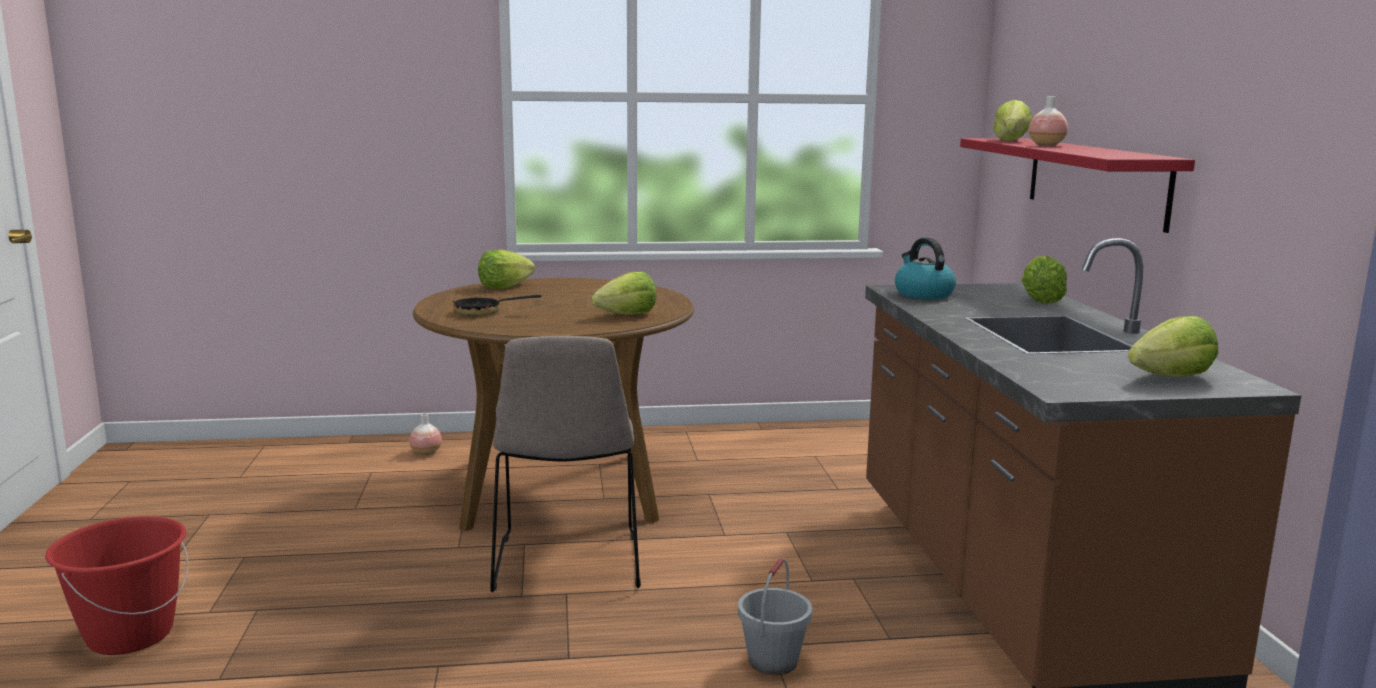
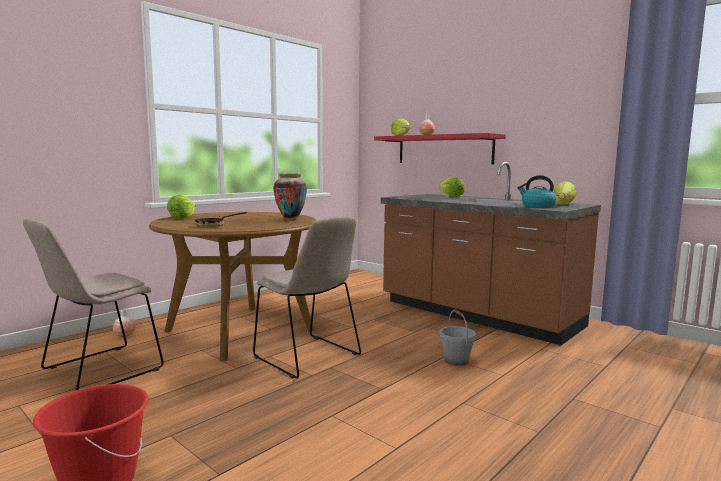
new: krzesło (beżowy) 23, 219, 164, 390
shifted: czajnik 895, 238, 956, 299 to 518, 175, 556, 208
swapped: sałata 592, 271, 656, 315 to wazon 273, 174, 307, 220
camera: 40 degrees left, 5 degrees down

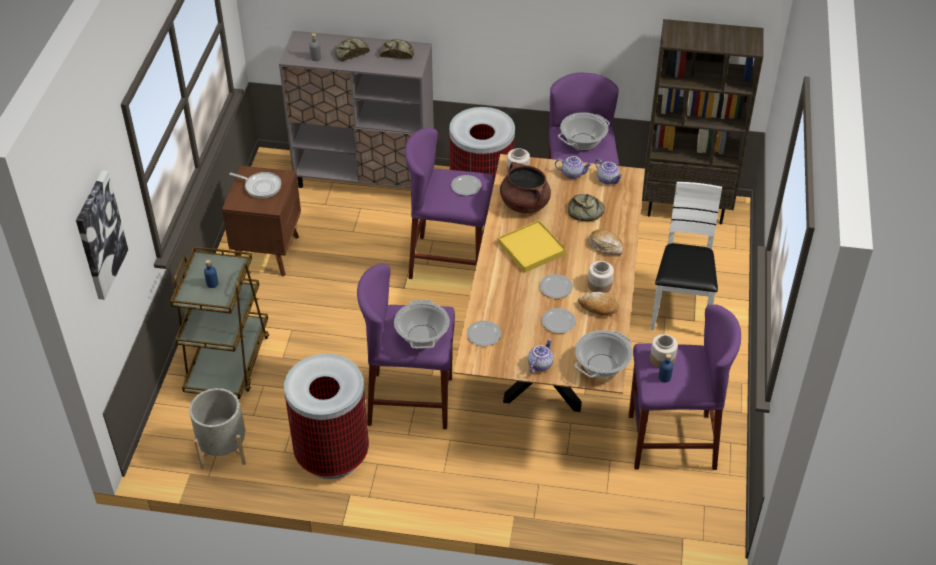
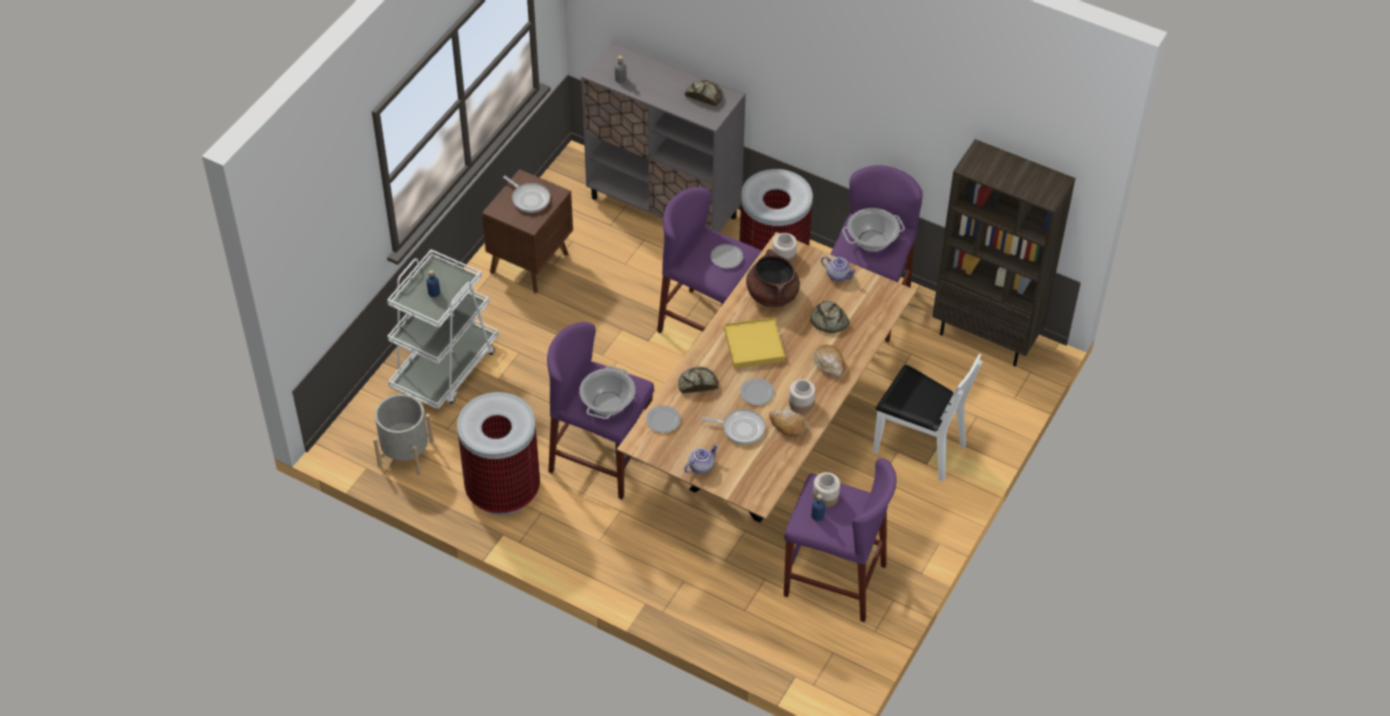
gone: obraz 76, 170, 128, 300; garnek 575, 330, 633, 378; imbryk 595, 159, 622, 185
shifted: chleb 335, 38, 370, 61 to 678, 366, 718, 393
swapped: talerz 542, 308, 576, 333 to patelnia 701, 409, 766, 445
repainted: wózek (brązowy) 170, 246, 269, 399 to wózek (biały) 387, 249, 499, 409
rotated: krzesło (biały) 651, 182, 722, 331 = 873, 353, 982, 482 90 degrees clockwise
camera: 20 degrees right, 5 degrees up

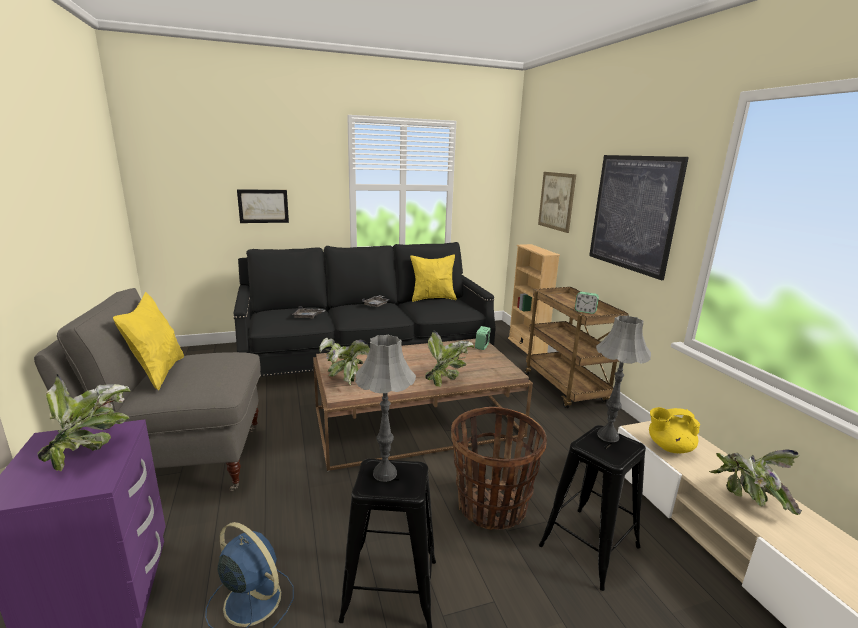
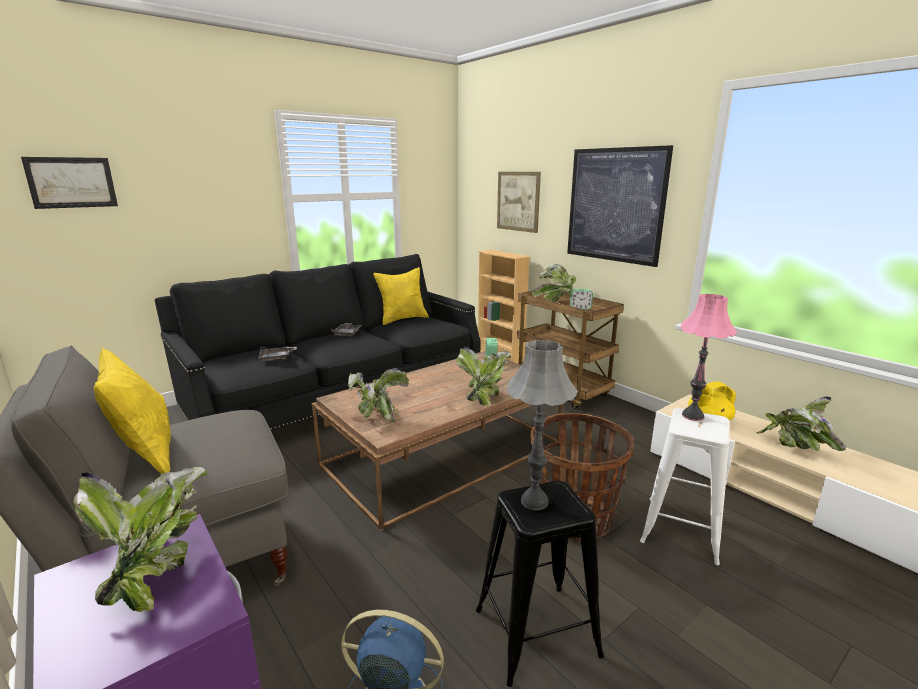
new: roślina doniczkowa 532, 264, 576, 302
shifted: obraz 237, 189, 289, 223 to 21, 157, 118, 209
repainted: stołek (czarny) 539, 425, 646, 591 to stołek (biały) 640, 408, 730, 565; lampa stołowa (szary) 596, 316, 651, 442 to lampa stołowa (różowy) 680, 294, 737, 421
camera: 20 degrees left, 0 degrees up

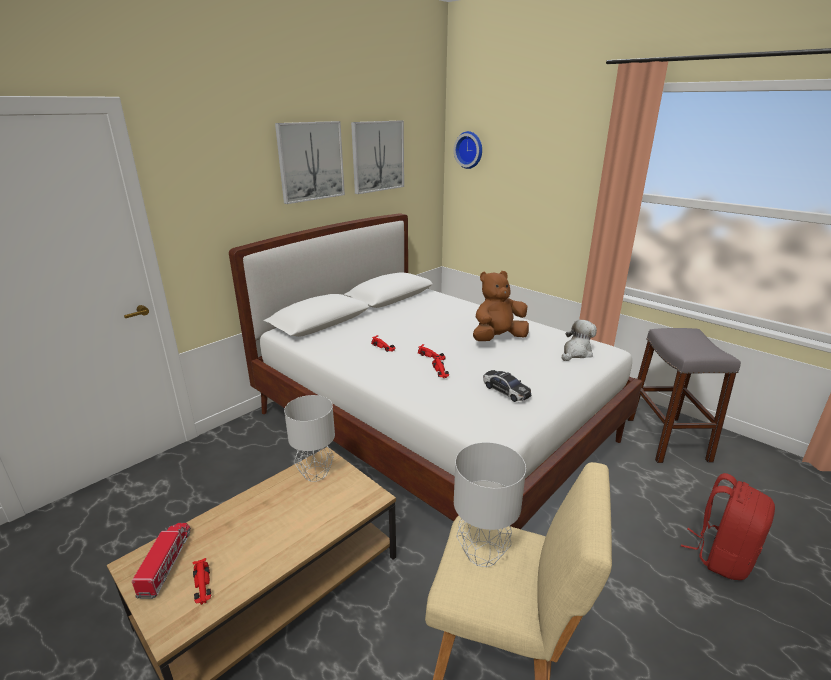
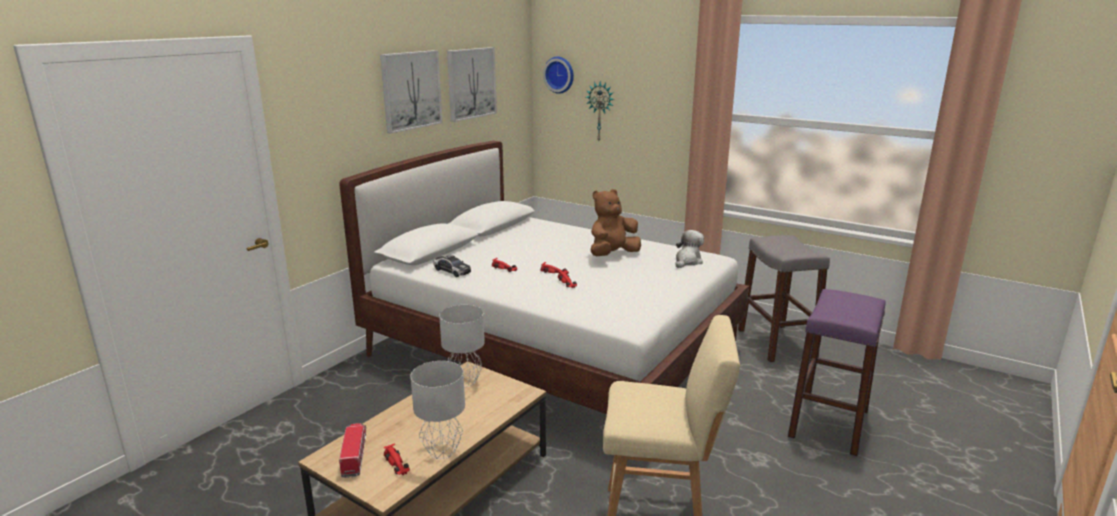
new: zegar ścienny 586, 81, 615, 141
shifted: lampa stołowa (szary) 454, 442, 526, 567 to 411, 361, 465, 459; samochodzik 483, 370, 531, 402 to 433, 255, 471, 277
swapped: plecak (czerwony) 681, 473, 775, 580 to stołek (fioletowy) 788, 289, 885, 456
camera: 10 degrees left, 5 degrees down

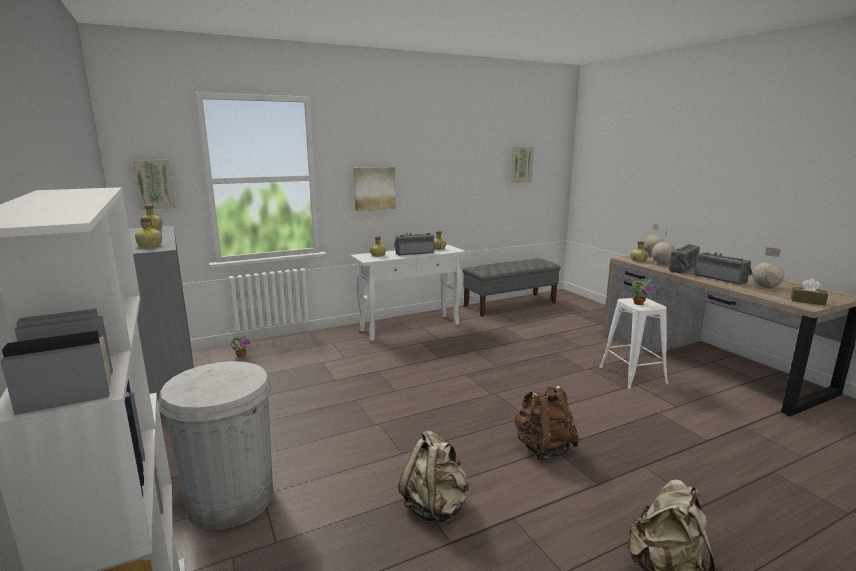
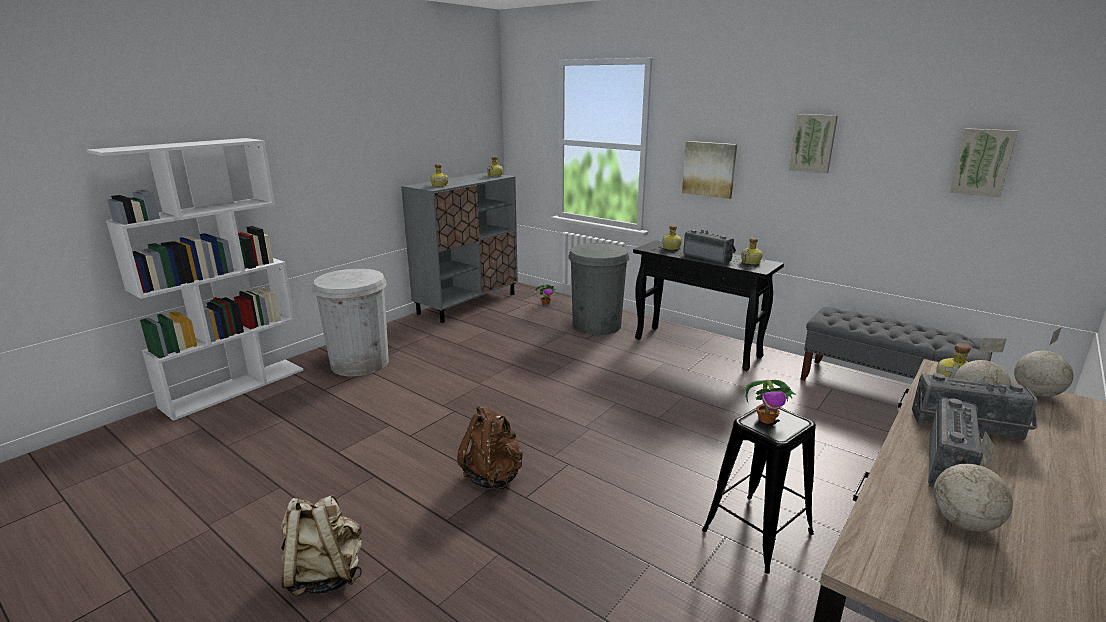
gone: plecak (beżowy) 398, 431, 469, 525; pudełko chusteczek (brązowy) 791, 279, 828, 305
new: kosz na śmieci (szary) 568, 243, 629, 335
shifted: obraz 132, 160, 176, 210 to 789, 114, 838, 174
repainted: stolik konsolowy (biały) 350, 245, 466, 341 to stolik konsolowy (czarny) 633, 240, 784, 371; stołek (biały) 600, 297, 668, 389 to stołek (czarny) 702, 403, 816, 574
camera: 65 degrees right, 5 degrees up

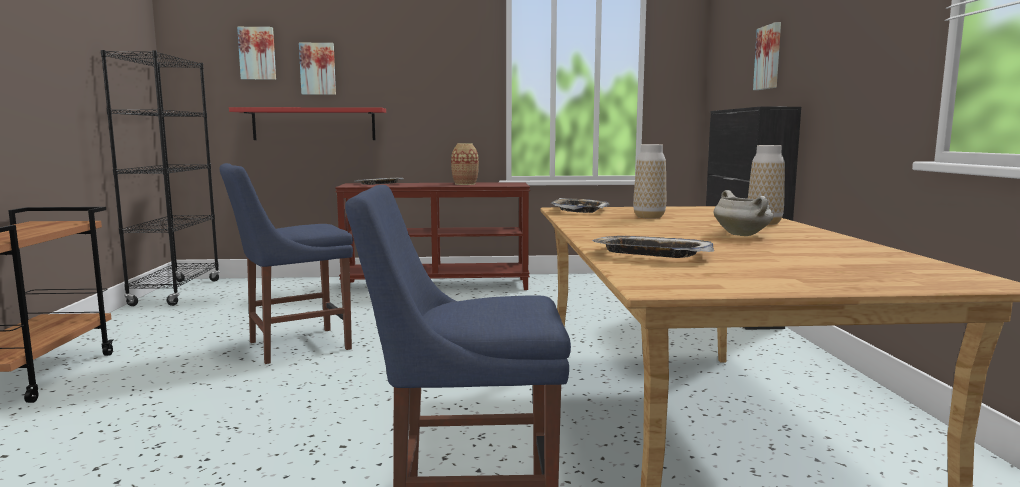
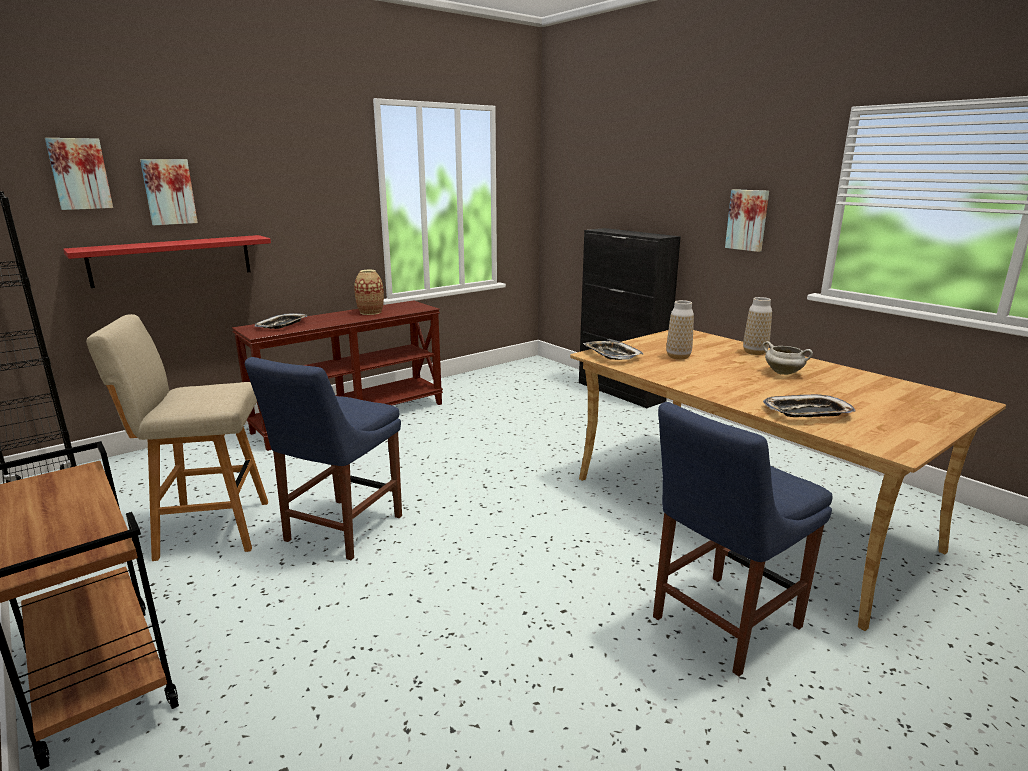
new: stołek (beżowy) 86, 314, 268, 561
shifted: obraz 753, 22, 781, 90 to 725, 189, 769, 252
camera: 35 degrees left, 10 degrees up

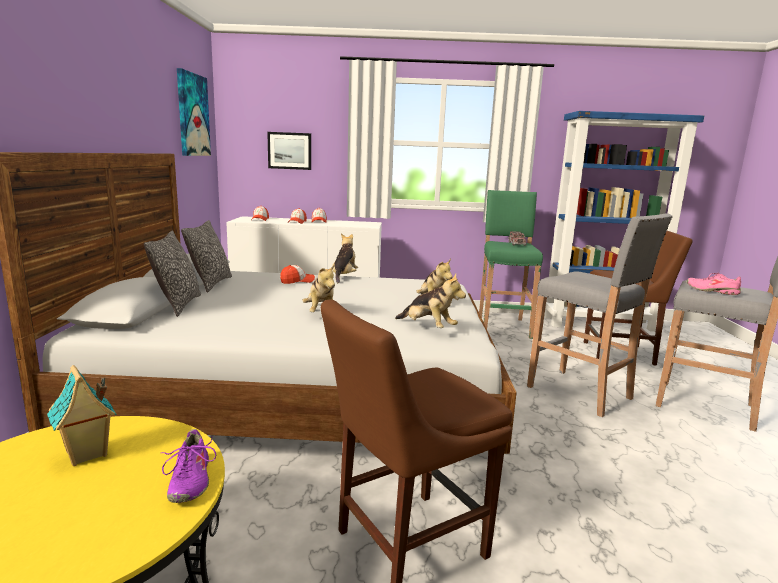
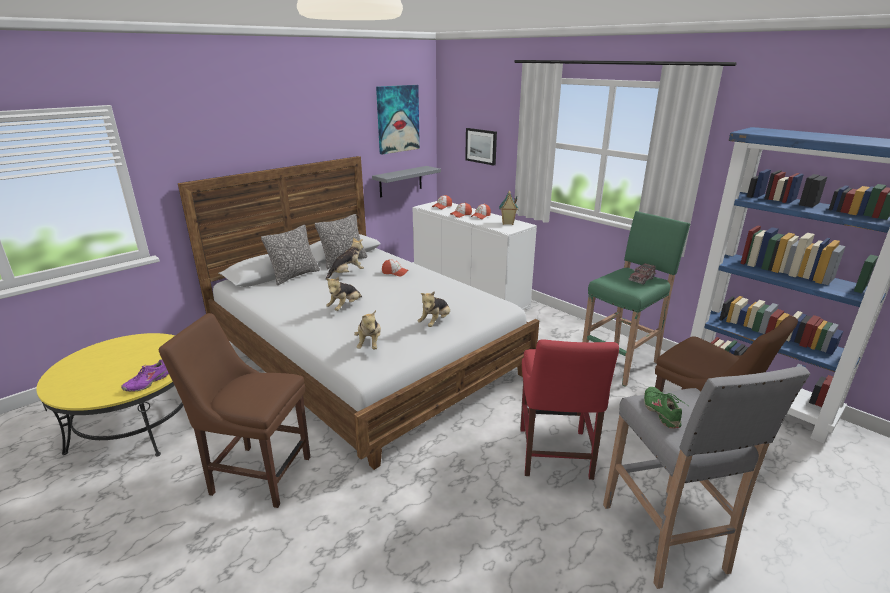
new: półka (szary) 372, 166, 441, 197
shifted: pluszak 332, 234, 358, 283 to 325, 237, 364, 280; domek 47, 365, 116, 466 to 499, 191, 518, 225
swapped: stołek (szary) 527, 213, 673, 417 to krzesło (czerwony) 520, 339, 619, 480
repainted: but (różowy) 687, 273, 741, 295 to but (zielony) 644, 387, 687, 428
camera: 45 degrees right, 10 degrees up

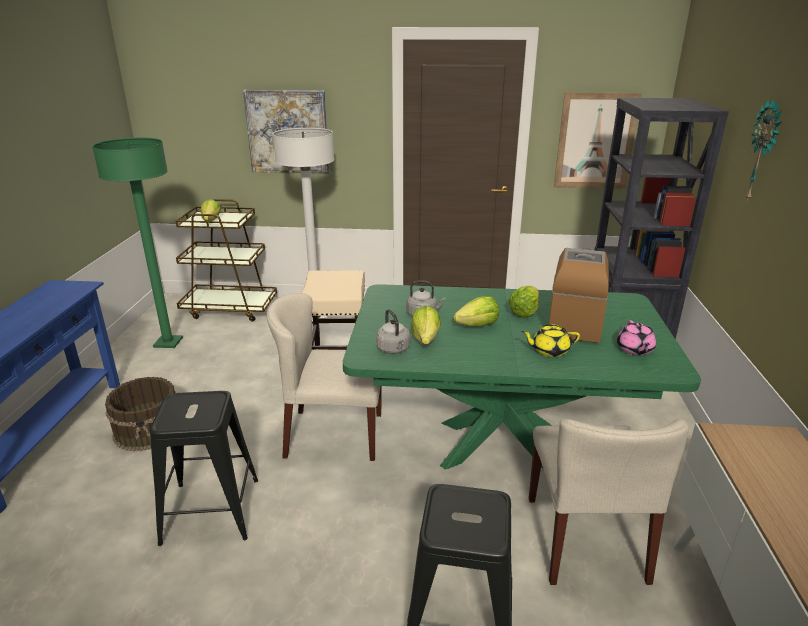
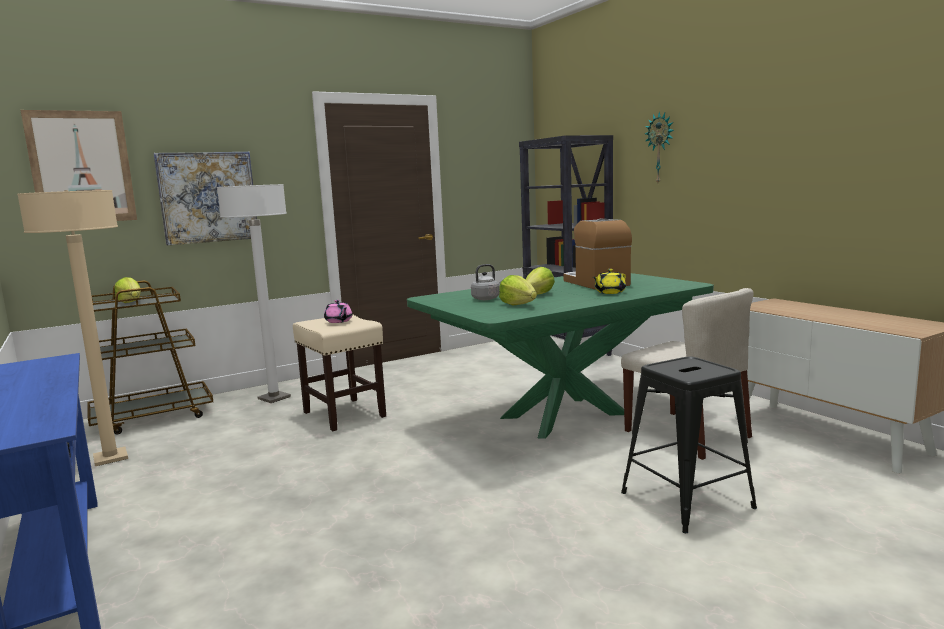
gone: wiadro (brązowy) 105, 377, 176, 451; stołek (czarny) 150, 391, 258, 546; krzesło (beżowy) 267, 293, 382, 461; czajnik (szary) 376, 309, 410, 354; sałata 508, 286, 539, 318
shifted: obraz 554, 92, 642, 189 to 21, 110, 137, 221; imbryk (różowy) 617, 320, 656, 355 to 324, 300, 352, 323
repainted: lampa stojąca (zielony) 92, 138, 183, 348 to lampa stojąca (beżowy) 17, 190, 128, 466
camera: 35 degrees left, 15 degrees down

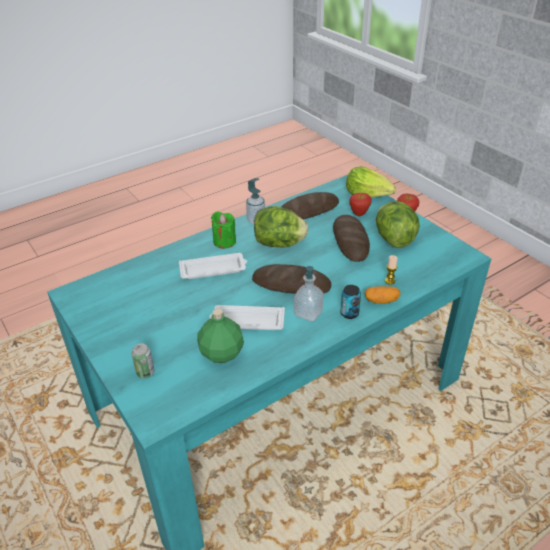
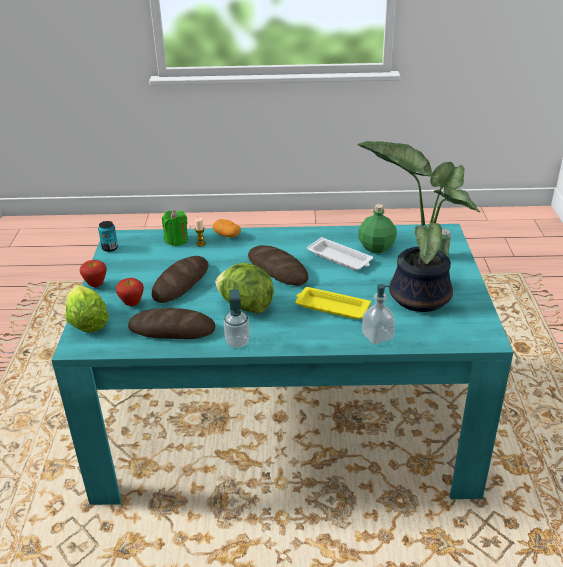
gone: sałata 376, 201, 420, 248
new: roślina doniczkowa 357, 141, 480, 312
shifted: puszka 340, 285, 361, 319 to 98, 221, 118, 252; świeca (zielony) 211, 212, 236, 249 to 162, 210, 188, 246; dozownik mydła 294, 266, 324, 322 to 362, 284, 395, 344
repainted: taca (biały) 179, 253, 247, 279 to taca (żółty) 295, 287, 371, 319
camera: 145 degrees left, 5 degrees down

